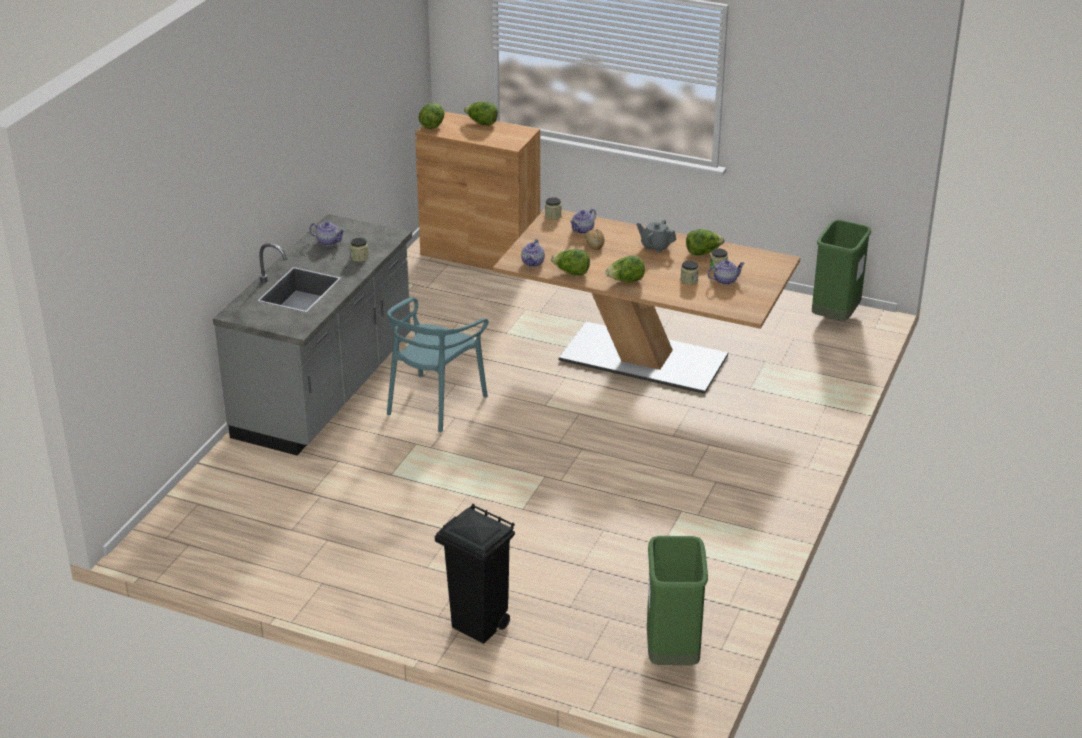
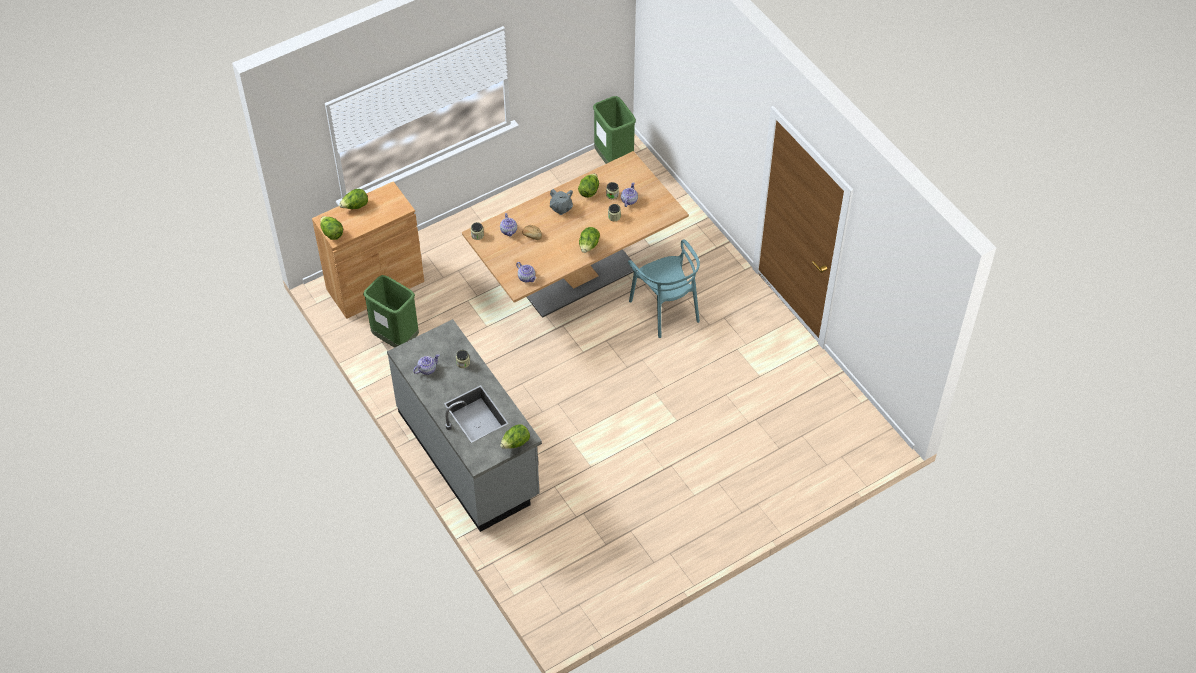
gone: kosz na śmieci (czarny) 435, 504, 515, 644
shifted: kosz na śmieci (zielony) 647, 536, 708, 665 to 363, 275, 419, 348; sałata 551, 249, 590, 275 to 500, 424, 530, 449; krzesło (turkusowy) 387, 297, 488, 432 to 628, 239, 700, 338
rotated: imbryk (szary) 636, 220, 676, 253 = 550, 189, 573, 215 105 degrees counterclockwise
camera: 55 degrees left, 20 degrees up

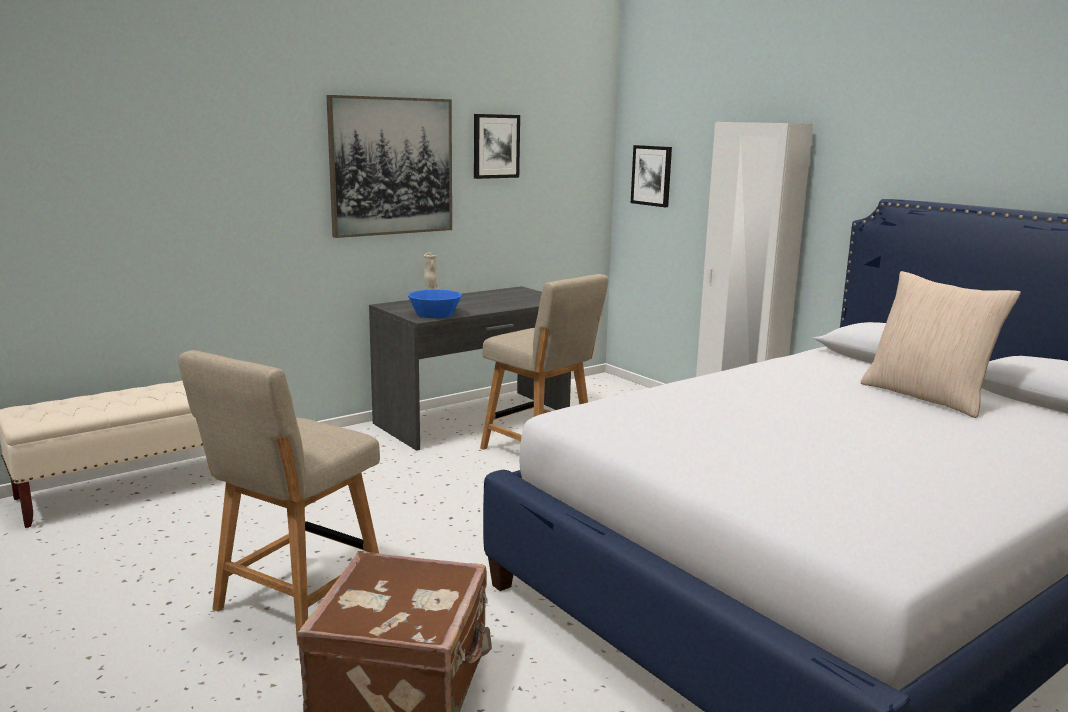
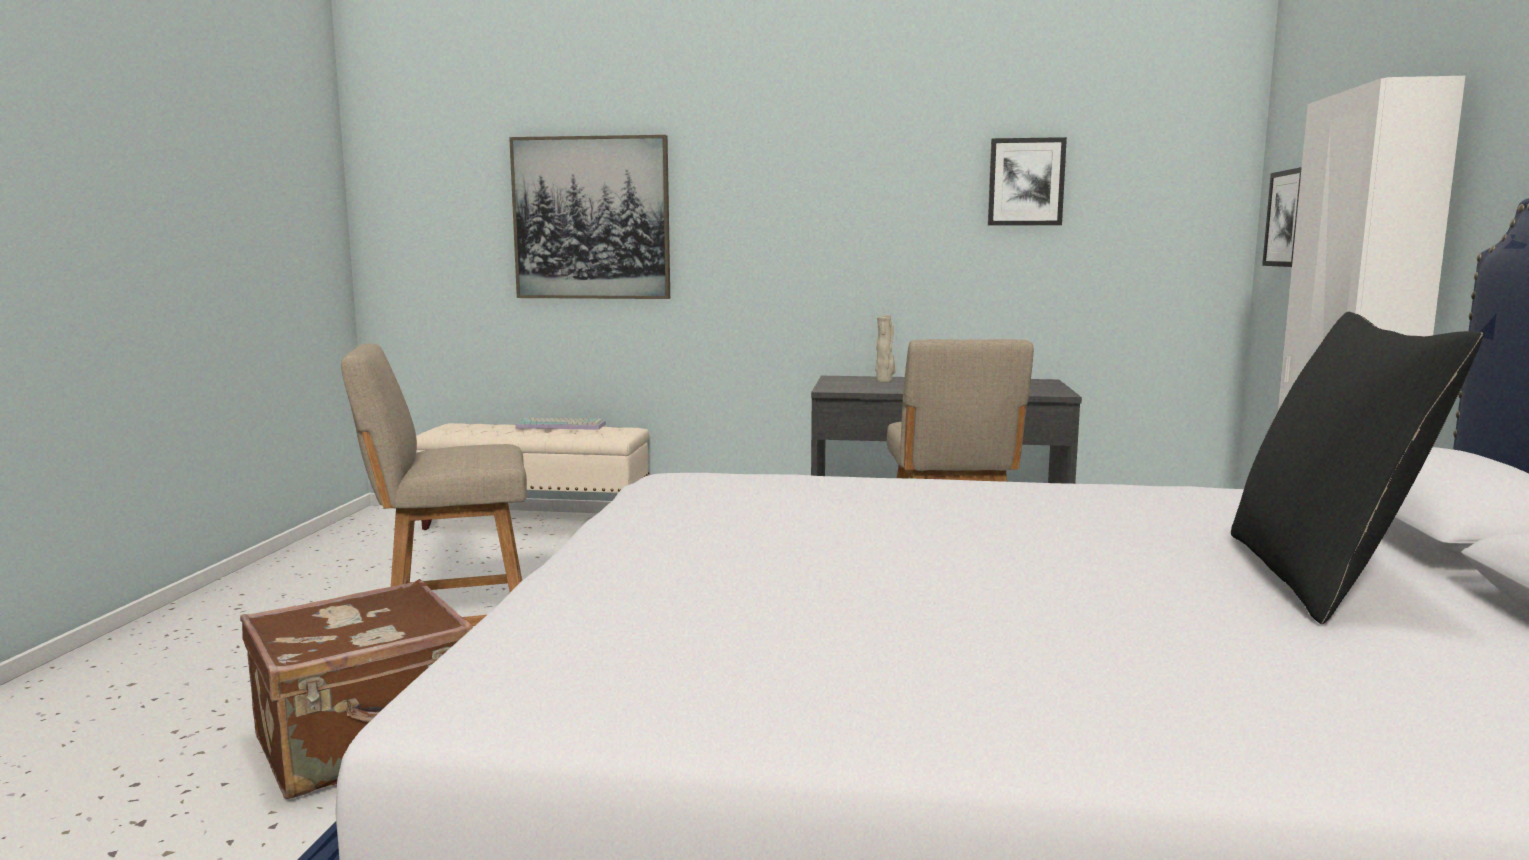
gone: miska (niebieski) 408, 290, 462, 318
new: klawiatura 515, 418, 606, 430
shifted: obraz 326, 95, 452, 238 to 509, 135, 670, 299
repainted: poduszka (beżowy) 861, 271, 1021, 418 to poduszka (czarny) 1231, 312, 1484, 624
camera: 45 degrees right, 5 degrees down

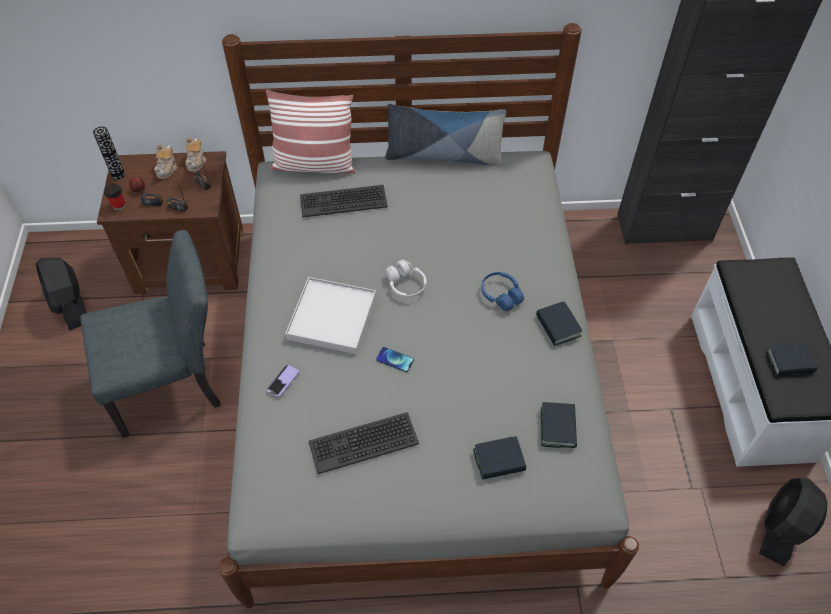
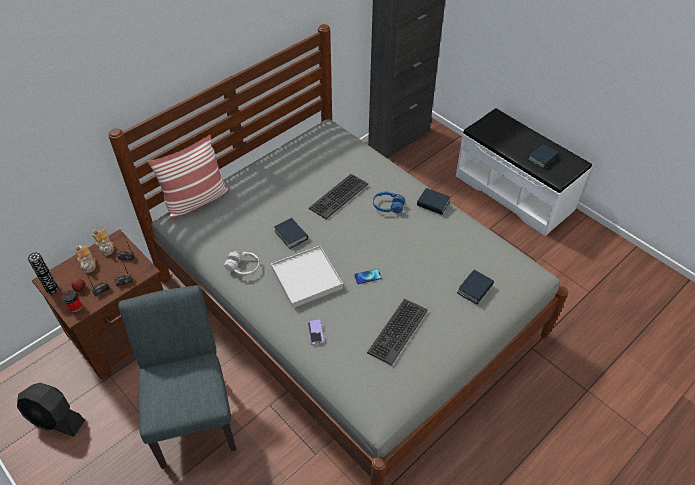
gone: poduszka 385, 104, 507, 167; wentylator (czarny) 759, 478, 828, 566
shifted: słuchawki (biały) 385, 260, 426, 298 to 224, 251, 259, 276; książka 541, 402, 577, 448 to 274, 218, 308, 249; klawiatura 300, 185, 388, 217 to 308, 174, 368, 219
rotated: krzesło (szary) 80, 230, 220, 438 = 118, 285, 236, 469 45 degrees counterclockwise
camera: 40 degrees left, 5 degrees down

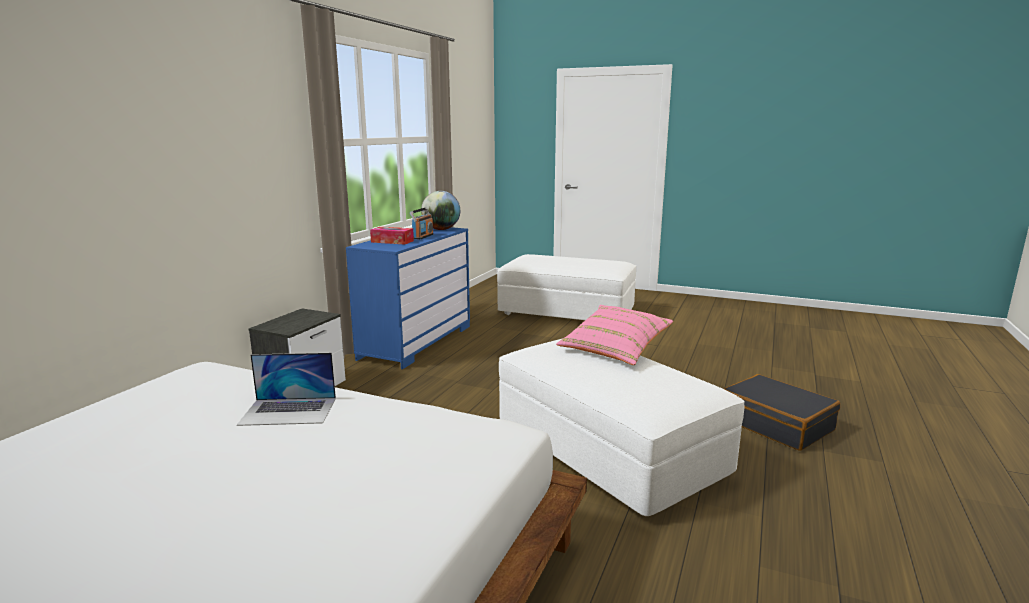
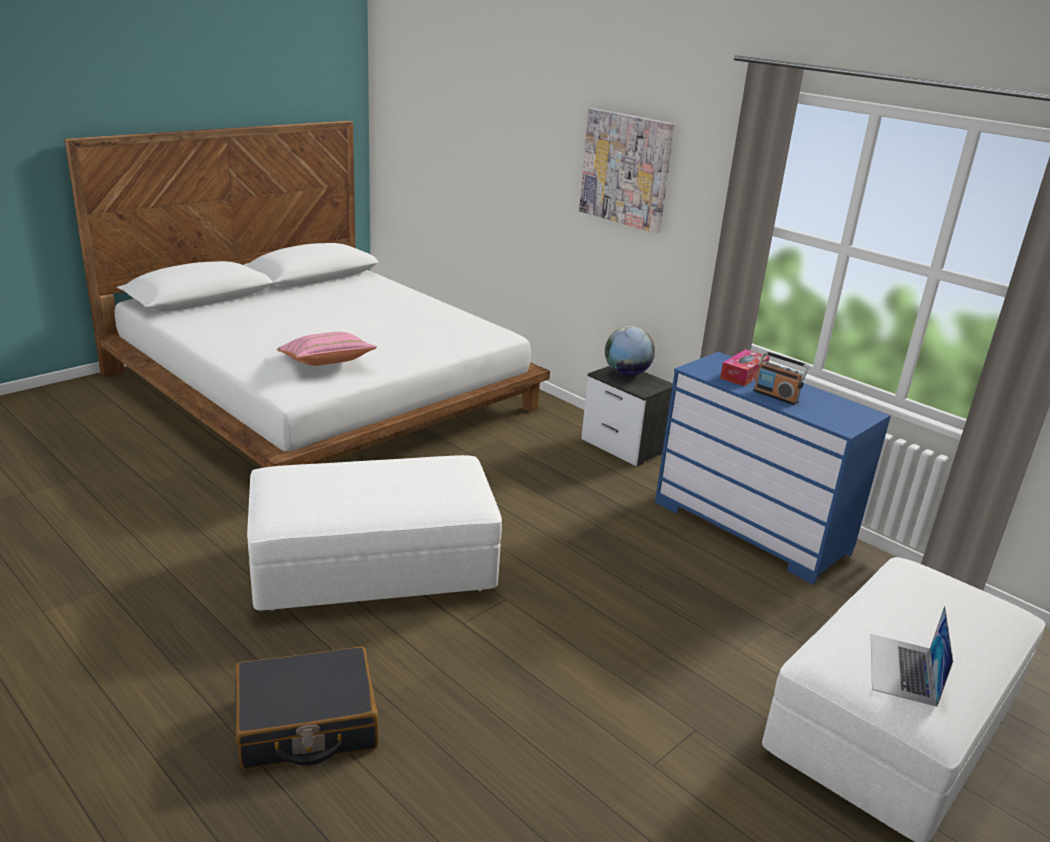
new: obraz 579, 108, 675, 233
shifted: poduszka (różowy) 556, 305, 673, 365 to 277, 332, 377, 366; globus 421, 191, 460, 230 to 605, 326, 655, 376; laptop 237, 353, 336, 426 to 871, 606, 953, 707
camera: 110 degrees right, 10 degrees up

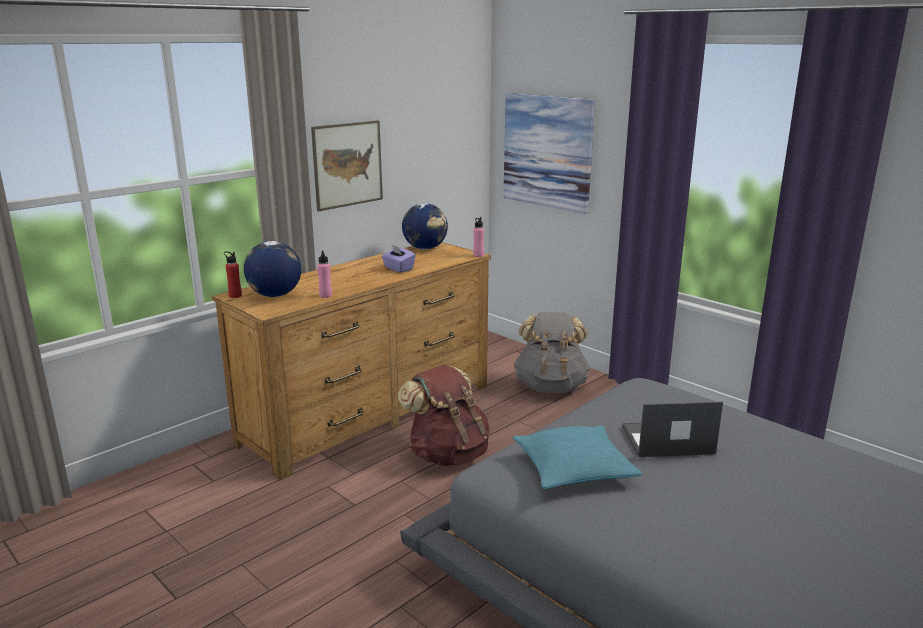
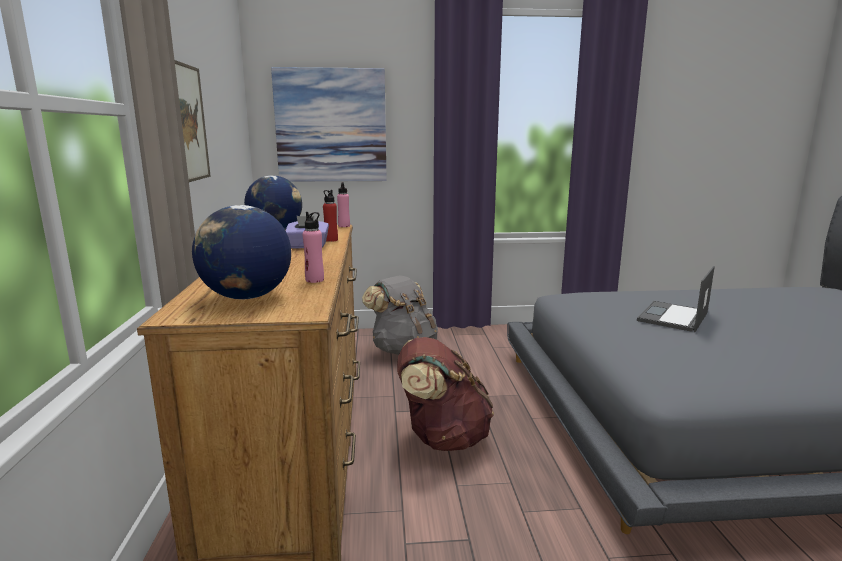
gone: poduszka (turkusowy) 513, 425, 642, 489
shifted: butelka (czerwony) 224, 251, 242, 298 to 323, 190, 338, 242
camera: 50 degrees left, 5 degrees down

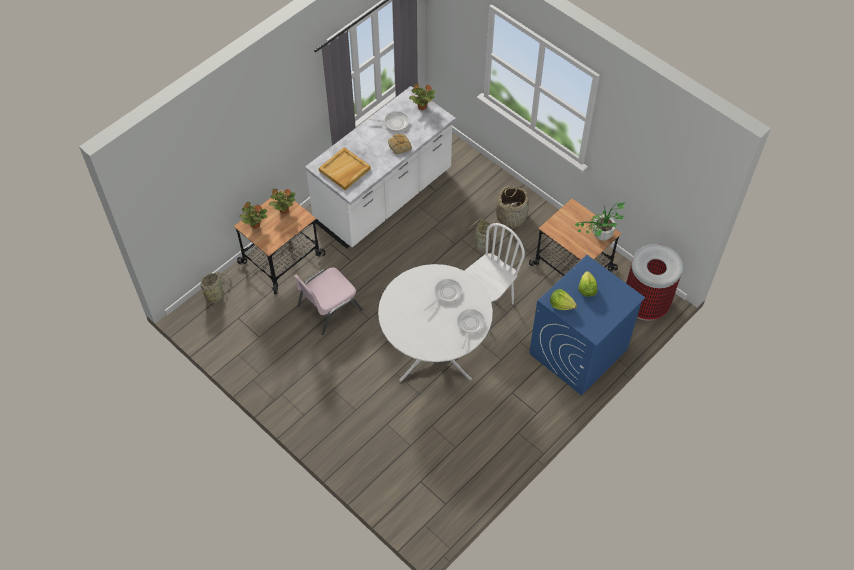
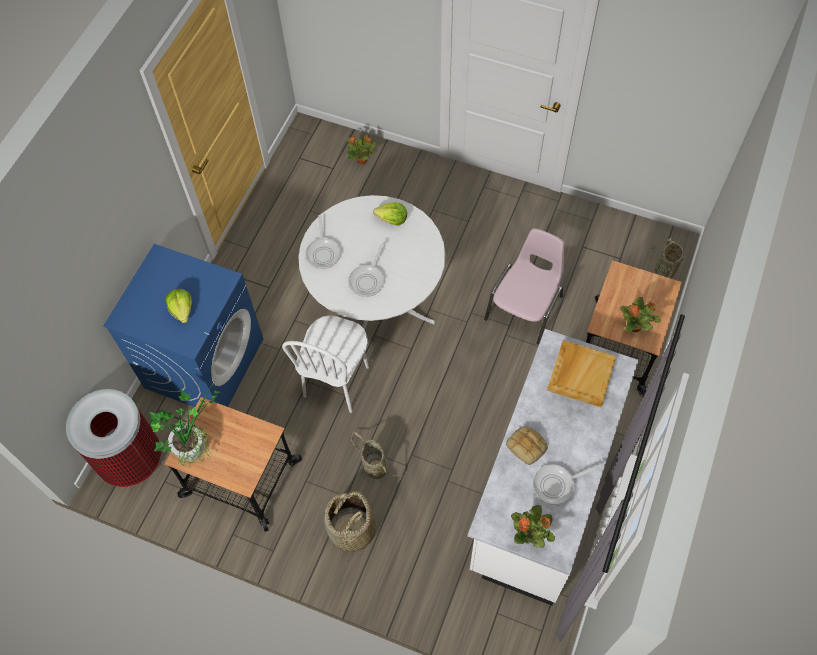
shifted: roślina doniczkowa 239, 201, 267, 229 to 346, 135, 376, 164; sałata 550, 289, 577, 310 to 373, 202, 407, 226
camera: 160 degrees right, 5 degrees up

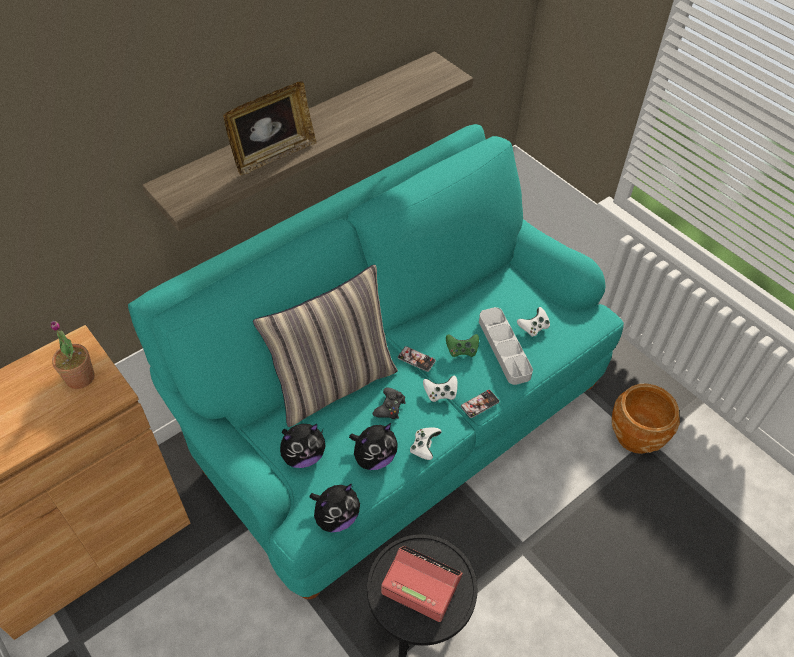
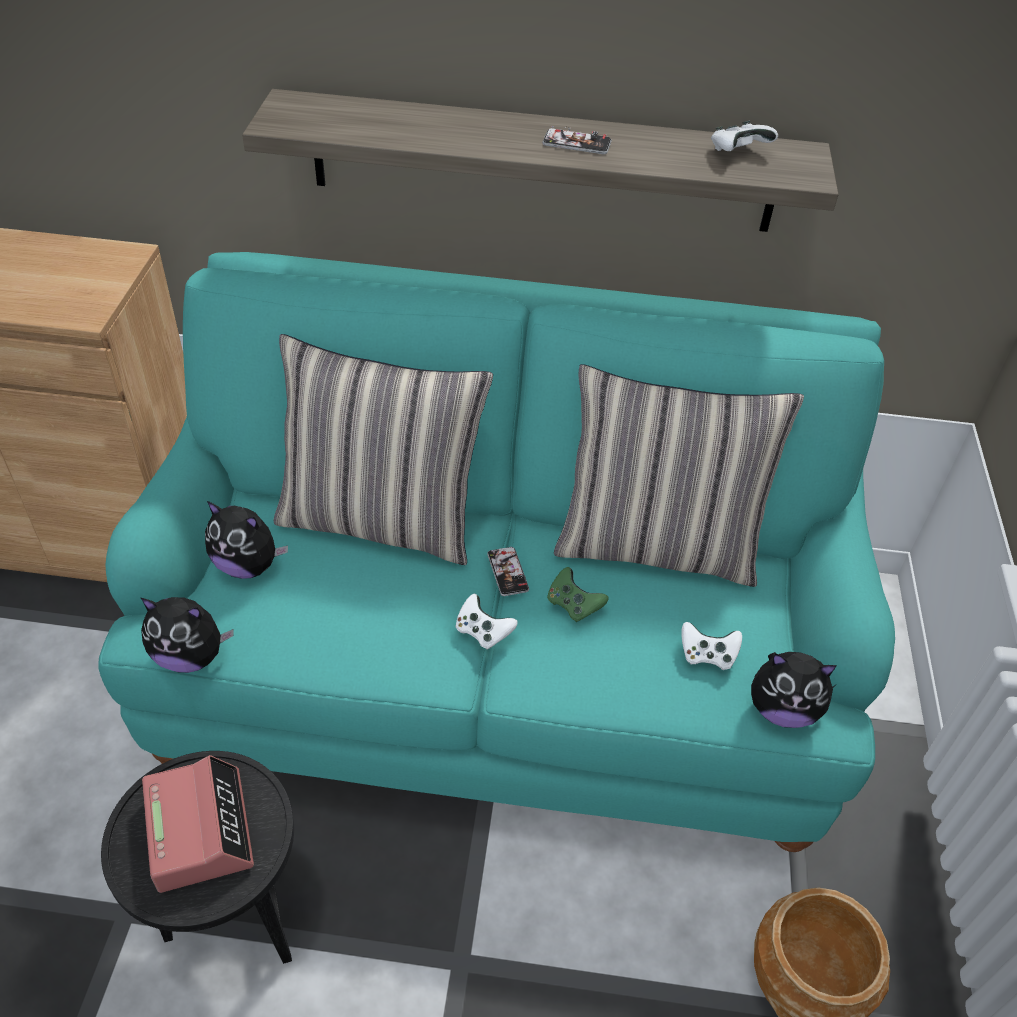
gone: roślina doniczkowa 50, 321, 95, 389; ramka na zdjęcie 223, 81, 317, 176; pad do gier (czarny) 373, 387, 406, 419; taca (szary) 479, 307, 533, 385
new: poduszka 554, 364, 804, 587
shifted: telefon 461, 390, 500, 418 to 542, 126, 612, 154; pad do gier (biały) 410, 427, 442, 460 to 711, 121, 778, 151; pluszak 349, 423, 398, 470 to 751, 652, 837, 728
camera: 45 degrees right, 5 degrees down

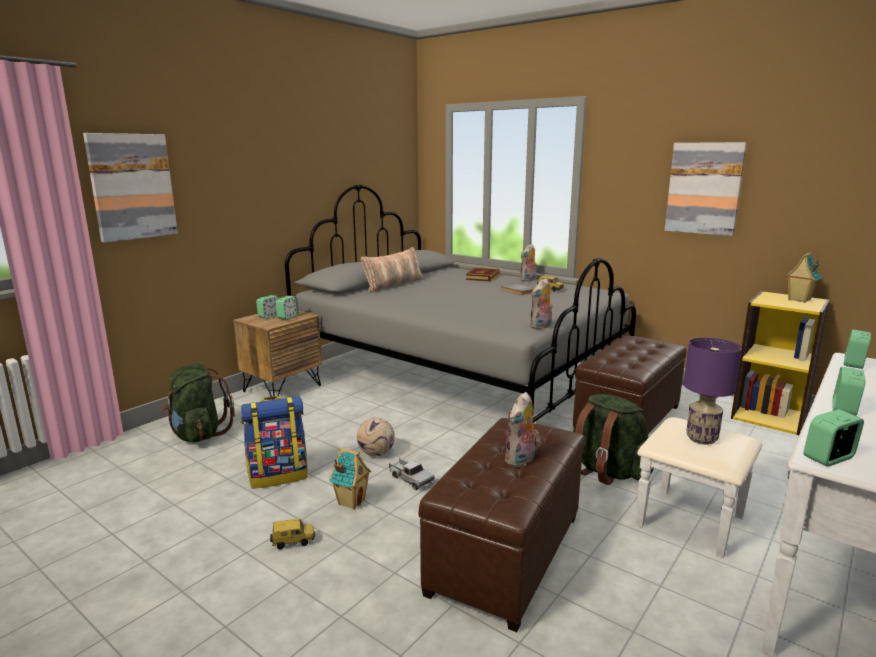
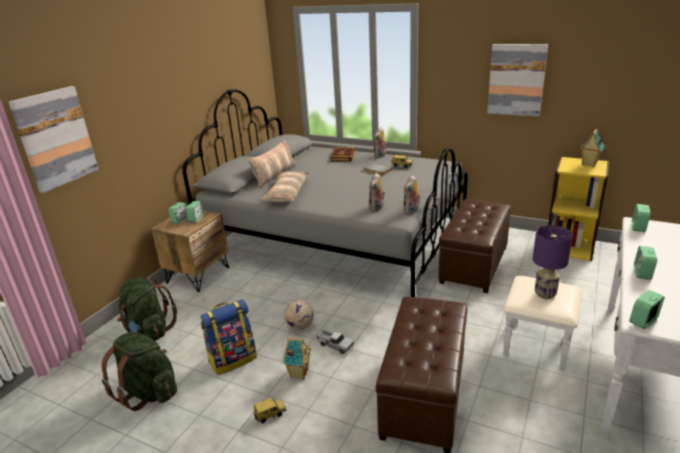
new: poduszka 262, 171, 309, 202
shifted: plecak (zielony) 573, 394, 654, 485 to 102, 332, 177, 411; pluszak 504, 392, 539, 467 to 369, 172, 385, 212
camera: 10 degrees left, 10 degrees up

